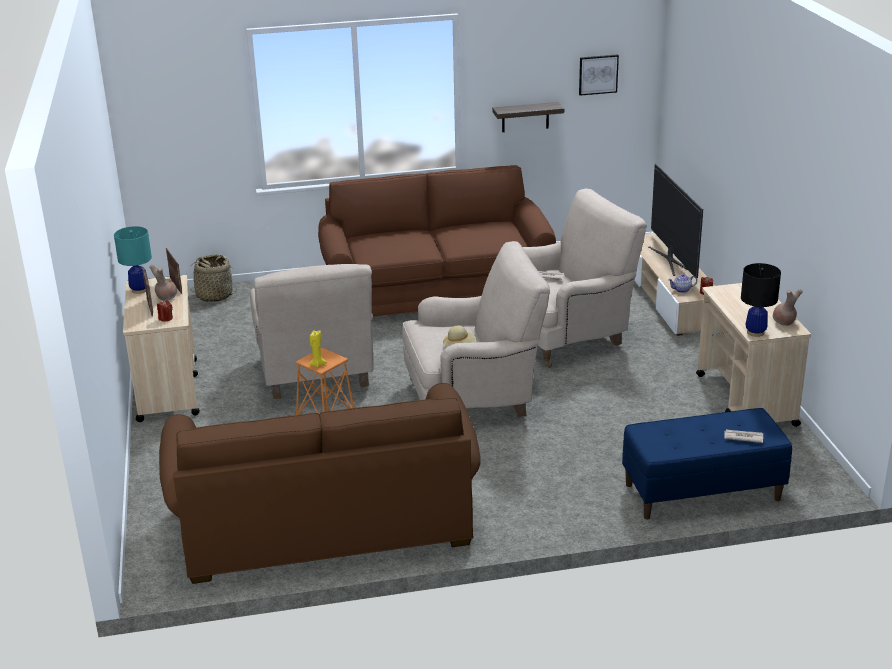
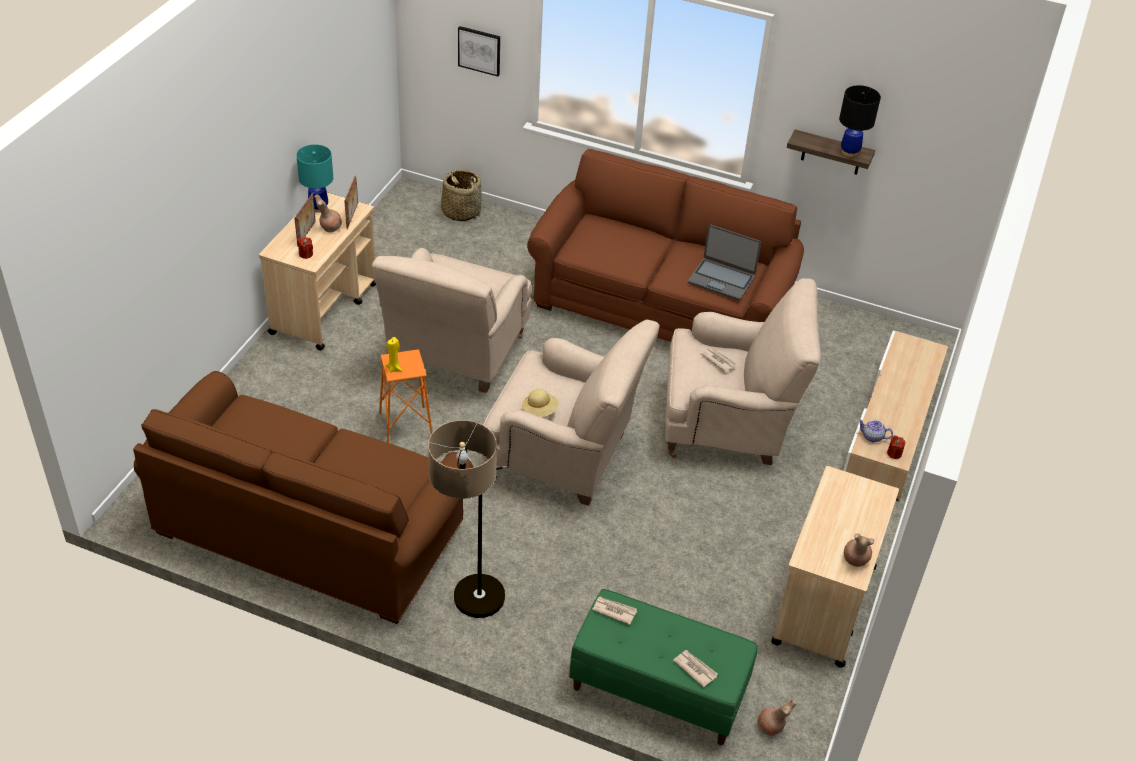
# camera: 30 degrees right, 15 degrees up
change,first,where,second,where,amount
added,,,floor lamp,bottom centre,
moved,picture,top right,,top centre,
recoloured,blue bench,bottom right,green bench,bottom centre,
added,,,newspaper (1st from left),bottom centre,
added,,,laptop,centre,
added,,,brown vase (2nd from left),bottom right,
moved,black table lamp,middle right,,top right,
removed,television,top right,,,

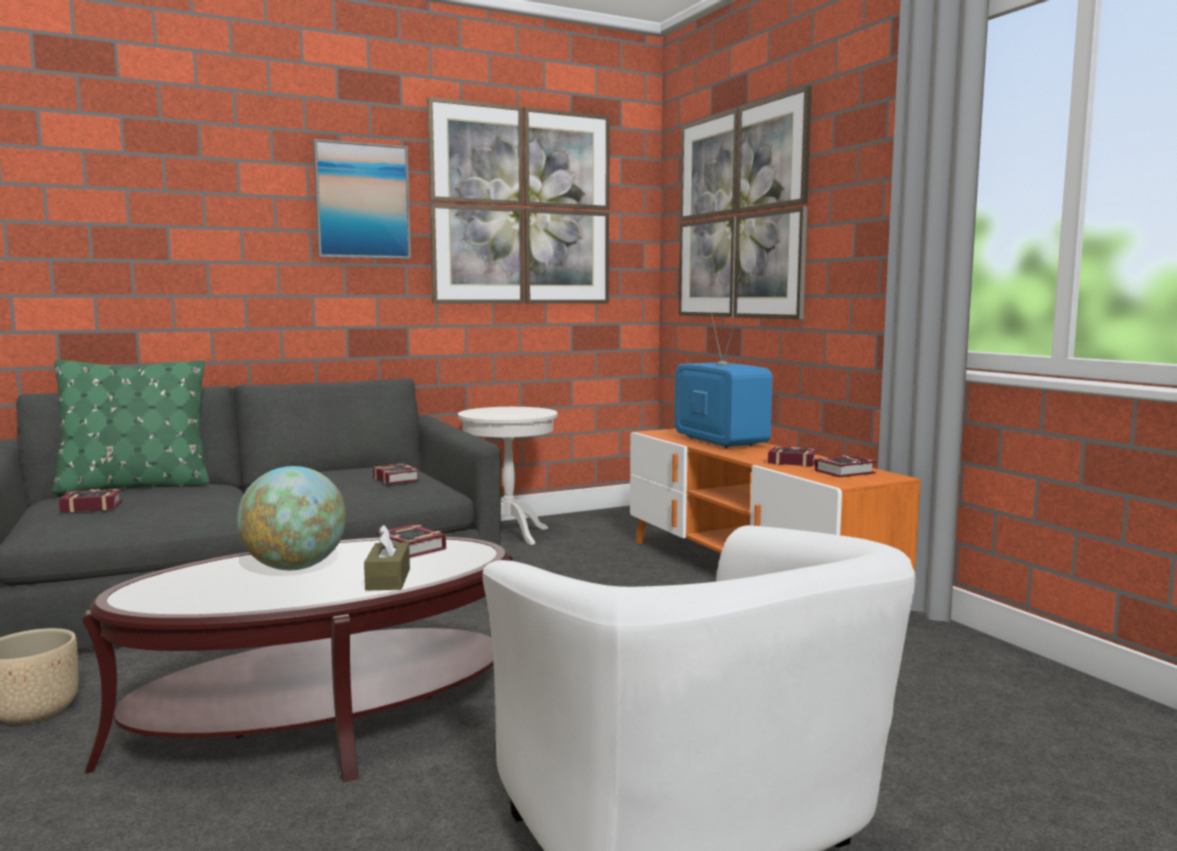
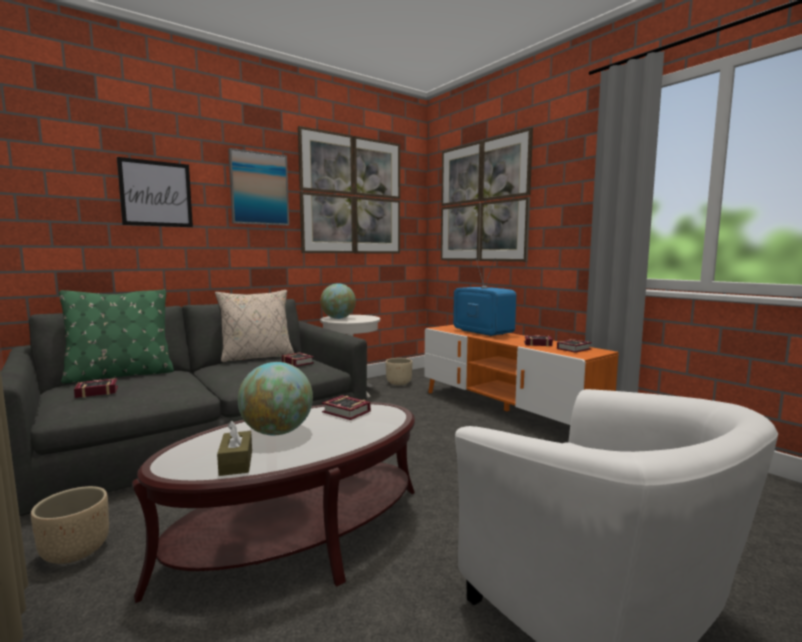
# camera: 10 degrees left, 0 degrees up
change,first,where,second,where,amount
added,,,picture (1st from left),top left,
added,,,beige pillow,middle left,
moved,brown tissue box,middle left,,bottom left,
added,,,globe (2nd from left),centre,
added,,,beige planter (2nd from left),centre,

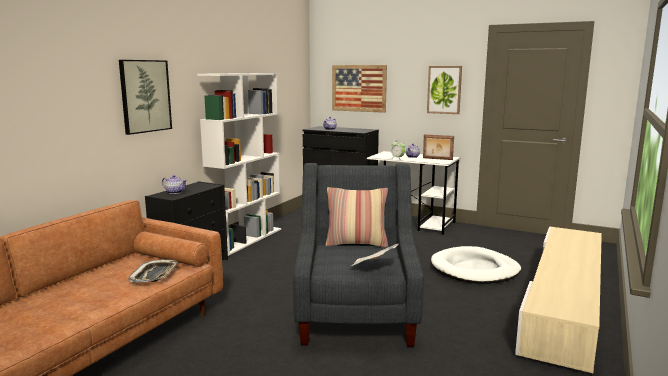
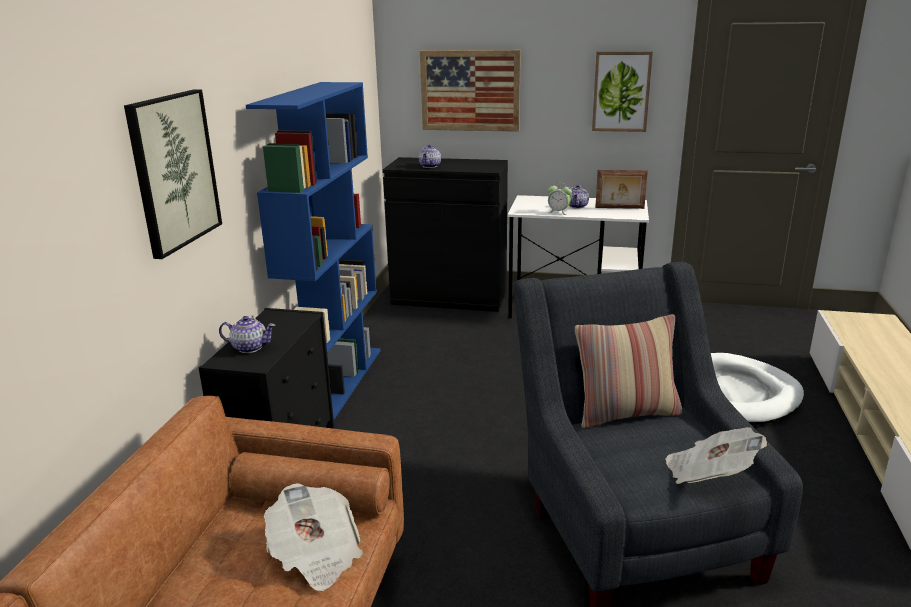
# camera: 15 degrees left, 10 degrees up
change,first,where,second,where,amount
recoloured,white bookcase,centre,blue bookcase,centre,
replaced,tray,bottom left,newspaper (1st from left),bottom centre,

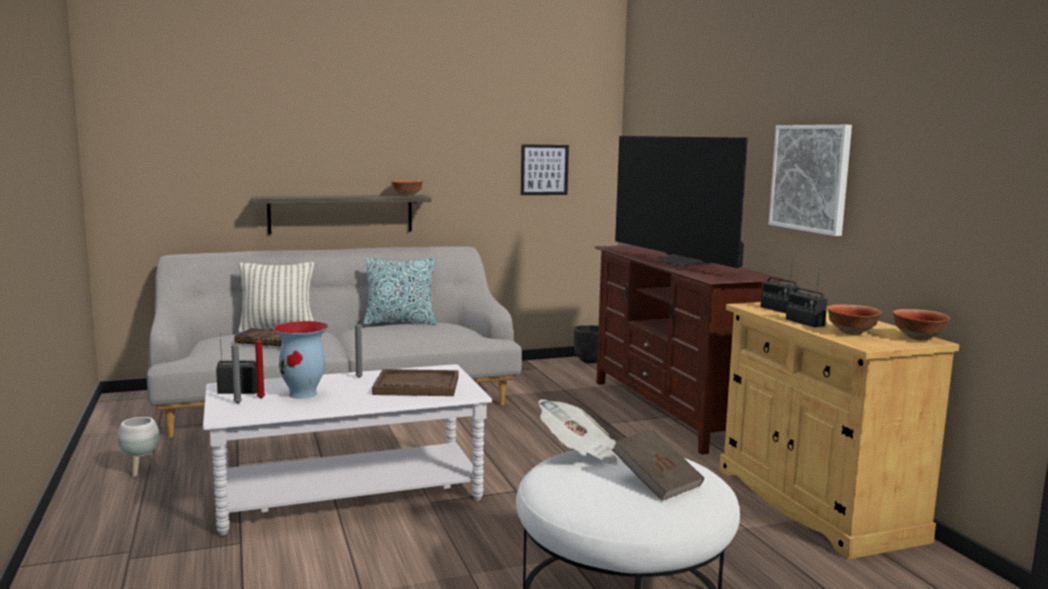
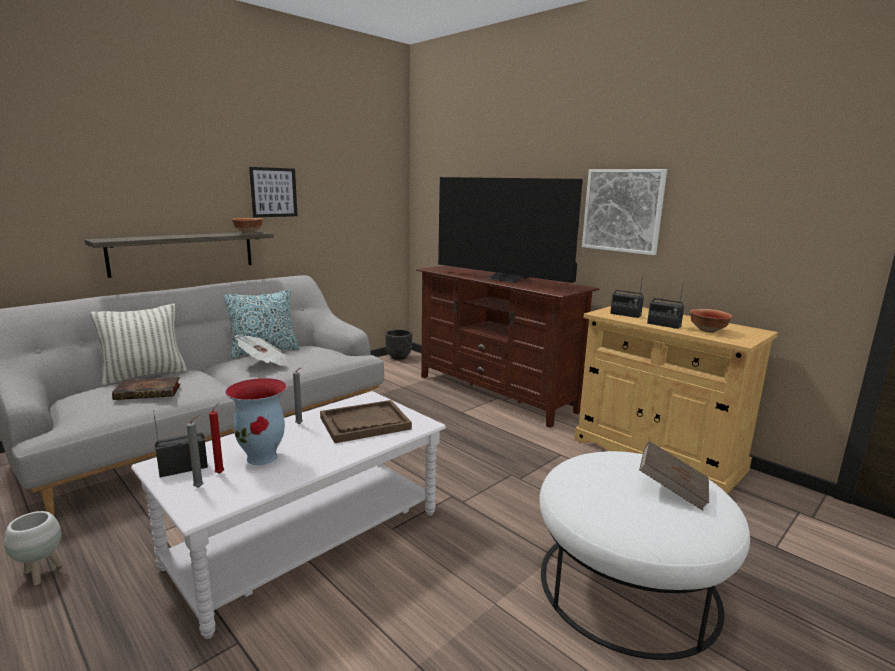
# camera: 25 degrees left, 5 degrees up
change,first,where,second,where,amount
moved,newspaper,bottom centre,,middle left,
moved,picture (1st from left),top centre,,top left,
removed,bowl (3rd from left),middle right,,,

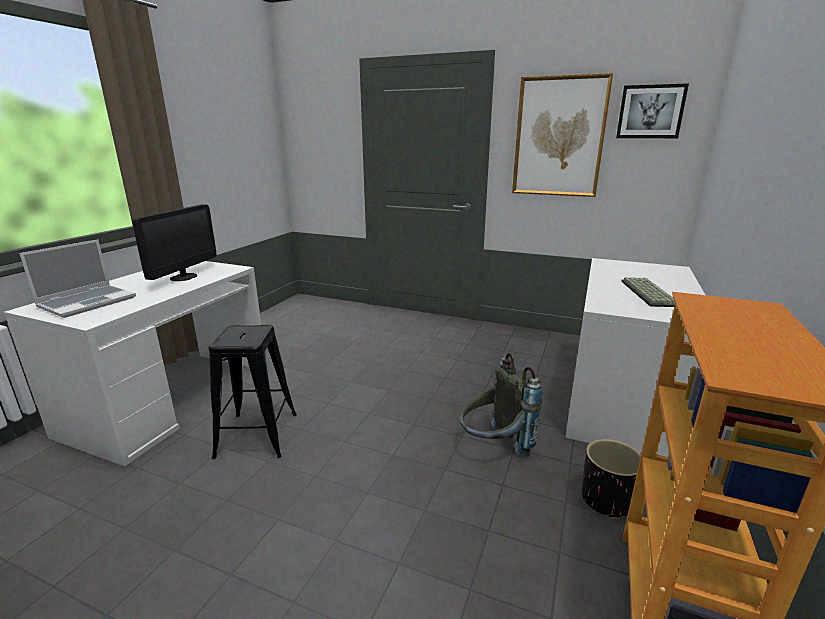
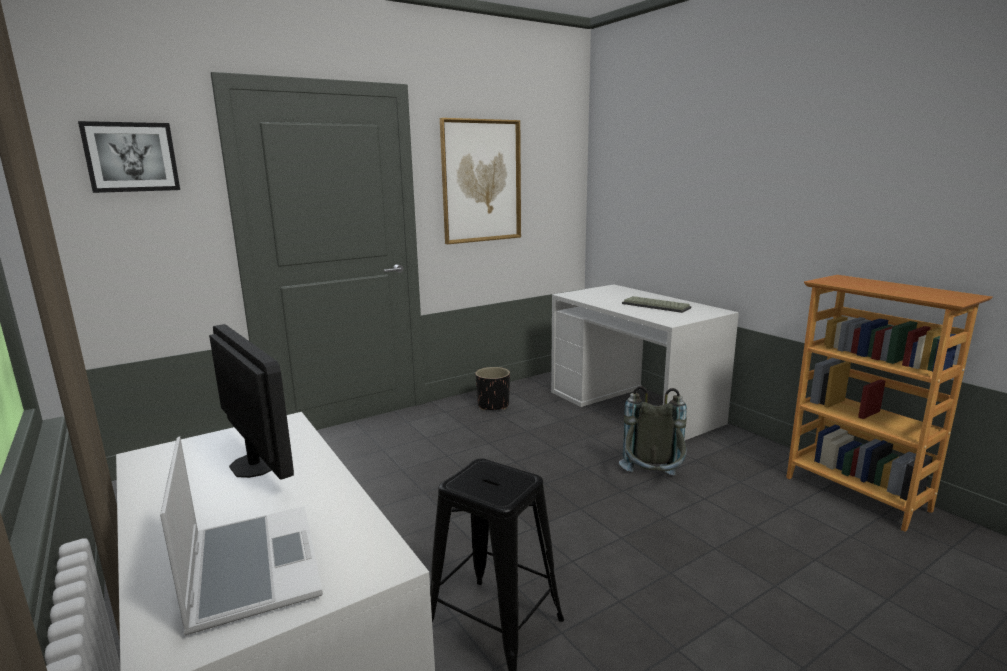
# camera: 55 degrees left, 5 degrees down
change,first,where,second,where,amount
moved,picture (2nd from left in the first image),top right,picture (1st from left),top left,
moved,black planter,bottom right,,centre,

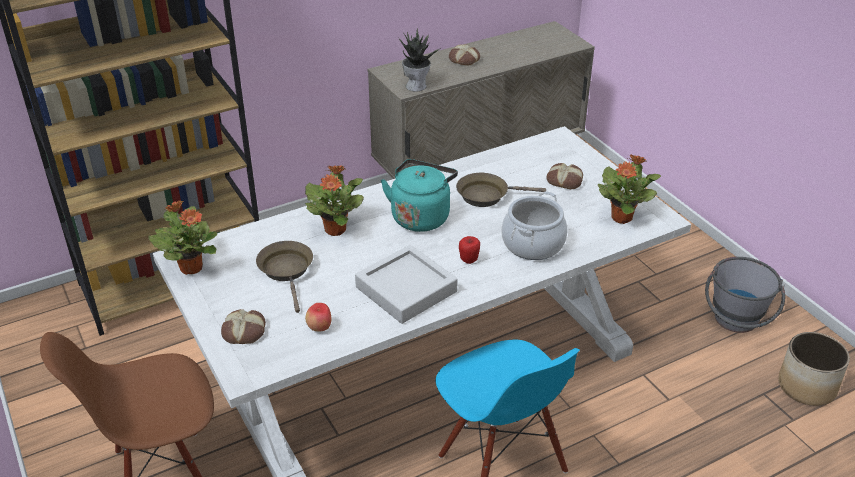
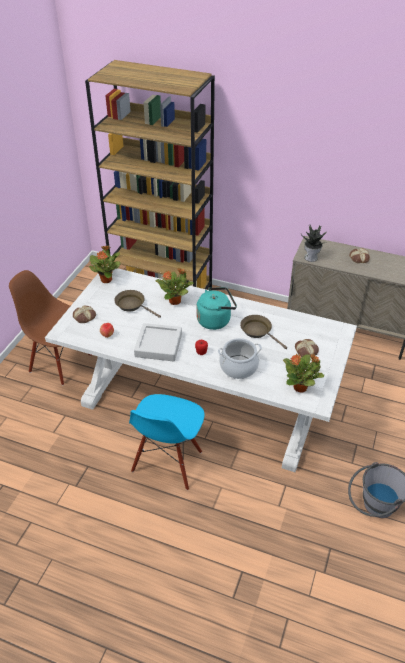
# camera: 50 degrees right, 5 degrees up
change,first,where,second,where,amount
turned,brown frying pan (1st from left),middle left,,centre,90 degrees counterclockwise
removed,planter,bottom right,,,

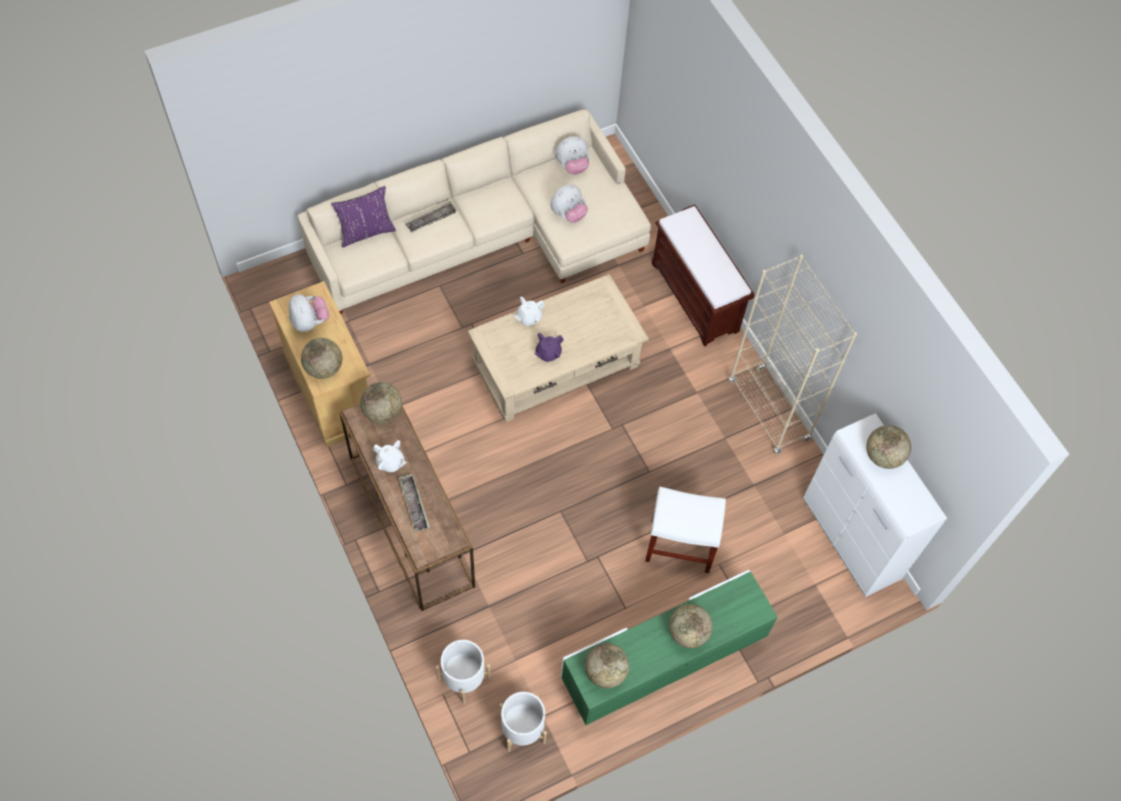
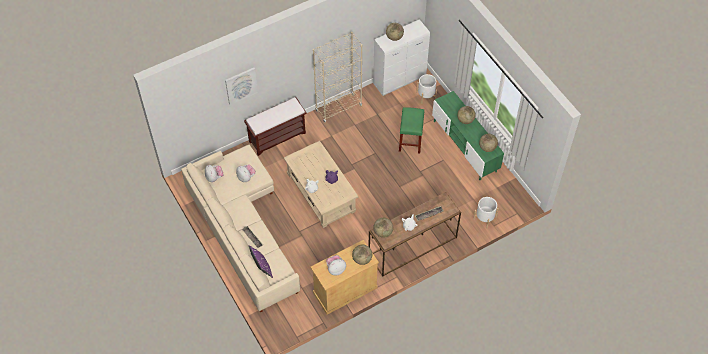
# camera: 90 degrees left, 5 degrees down
change,first,where,second,where,amount
added,,,picture,top centre,
recoloured,white stool,centre,green stool,centre,
moved,white planter (2nd from left in the first image),bottom centre,white planter (1st from left),top centre,

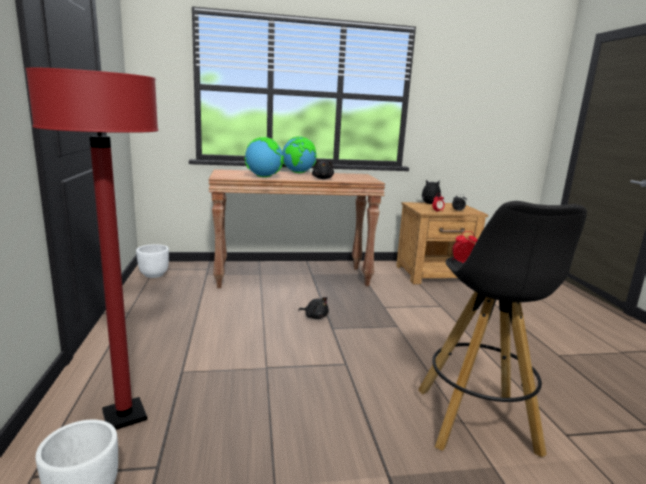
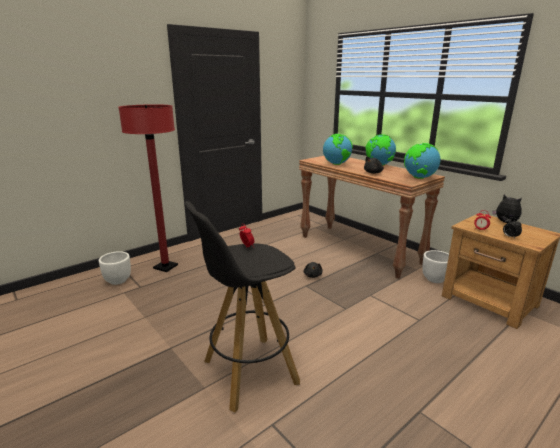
# camera: 60 degrees right, 5 degrees up
change,first,where,second,where,amount
added,,,globe (3rd from left),middle right,
moved,white planter (2nd from left),middle left,,middle right,

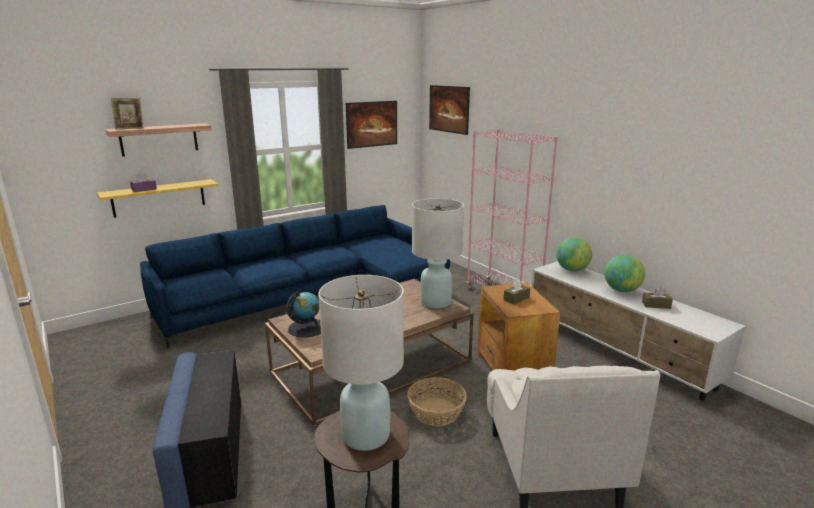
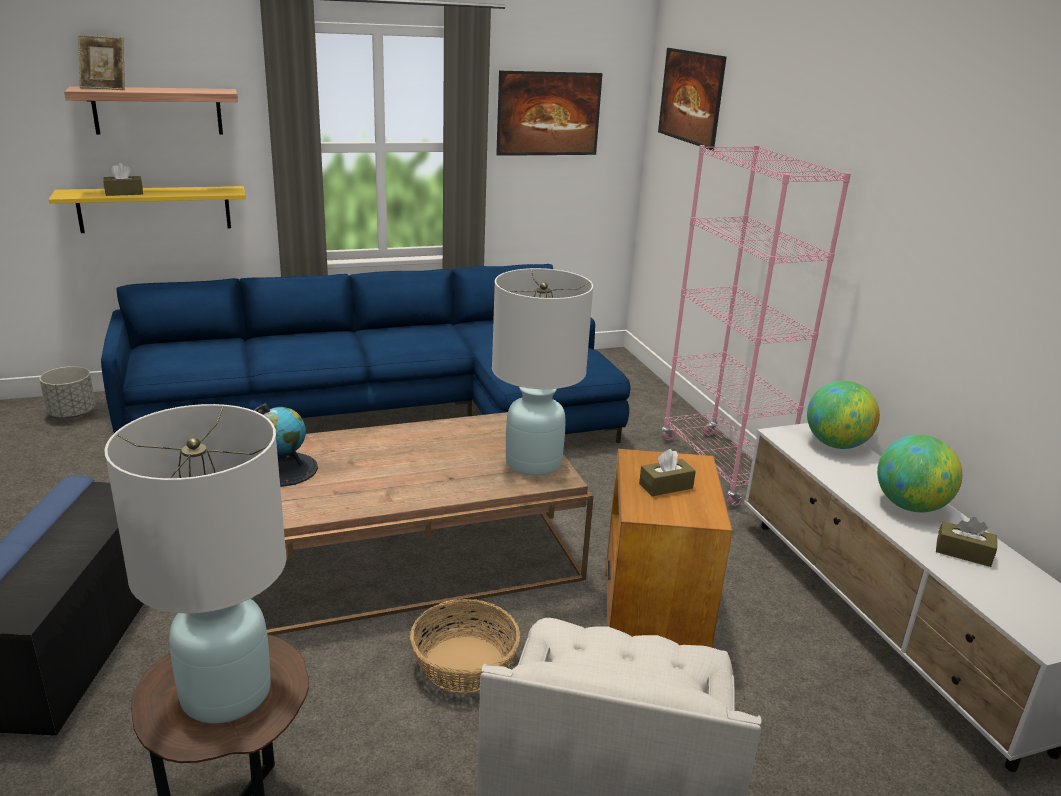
# camera: 15 degrees right, 5 degrees up
change,first,where,second,where,amount
added,,,grey planter,middle left,
recoloured,purple tissue box,middle left,brown tissue box (1st from left),top left,

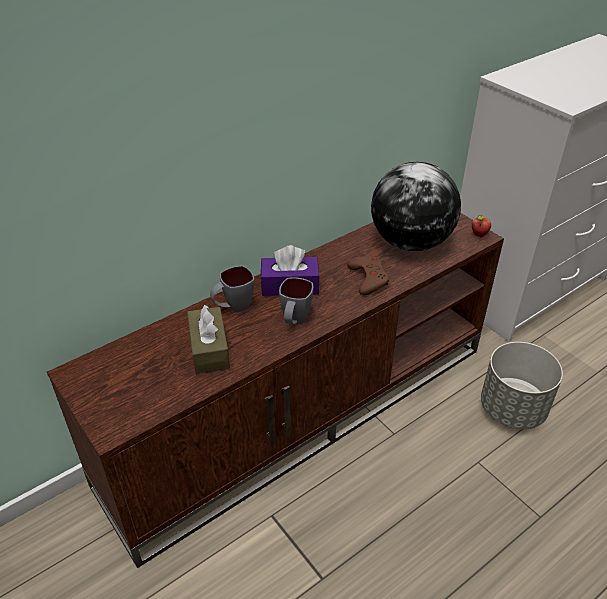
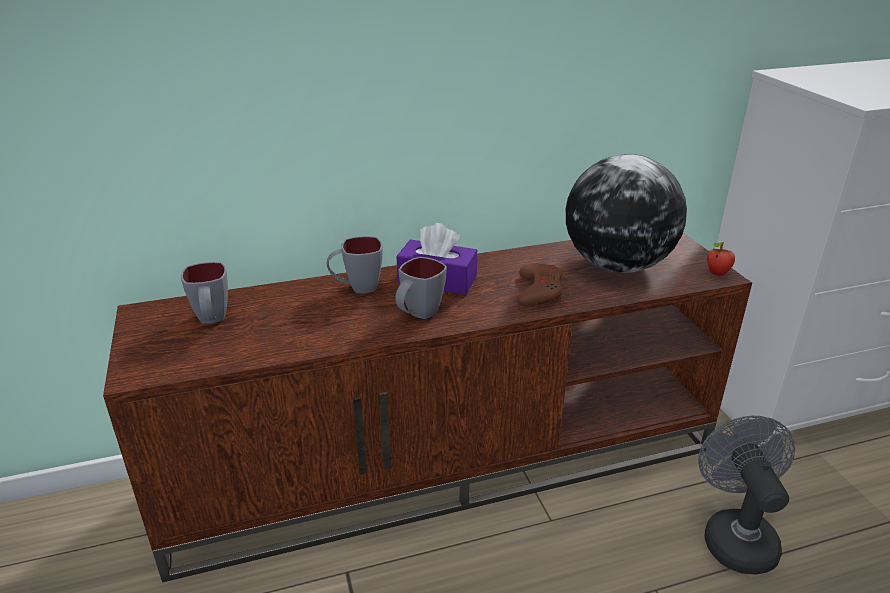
# camera: 20 degrees right, 10 degrees down
change,first,where,second,where,amount
added,,,grey mug (1st from left),middle left,
replaced,grey planter,middle right,grey fan,bottom right,
removed,brown tissue box,centre,,,

